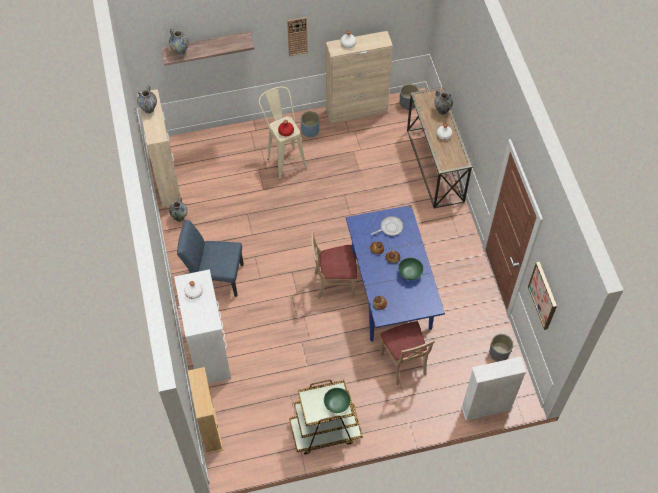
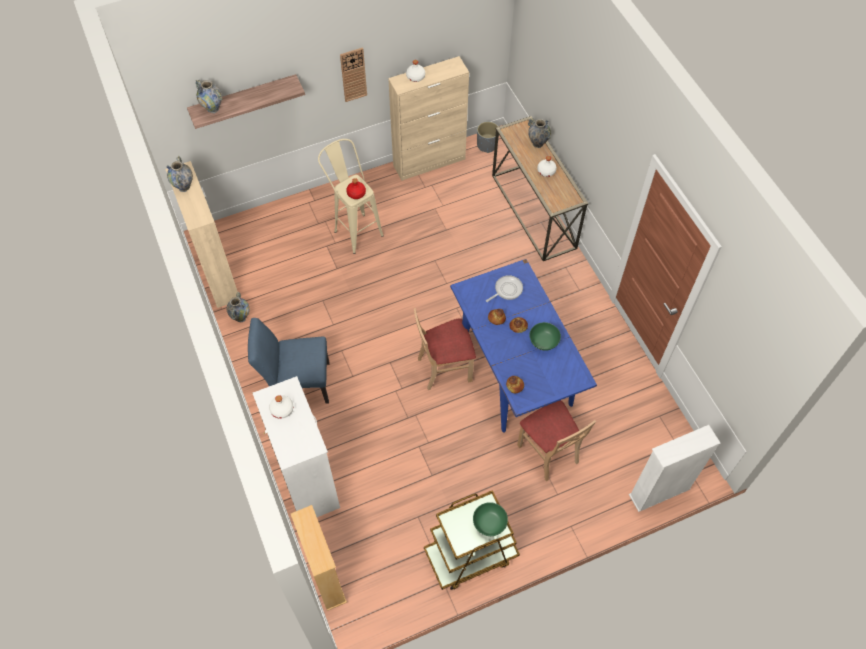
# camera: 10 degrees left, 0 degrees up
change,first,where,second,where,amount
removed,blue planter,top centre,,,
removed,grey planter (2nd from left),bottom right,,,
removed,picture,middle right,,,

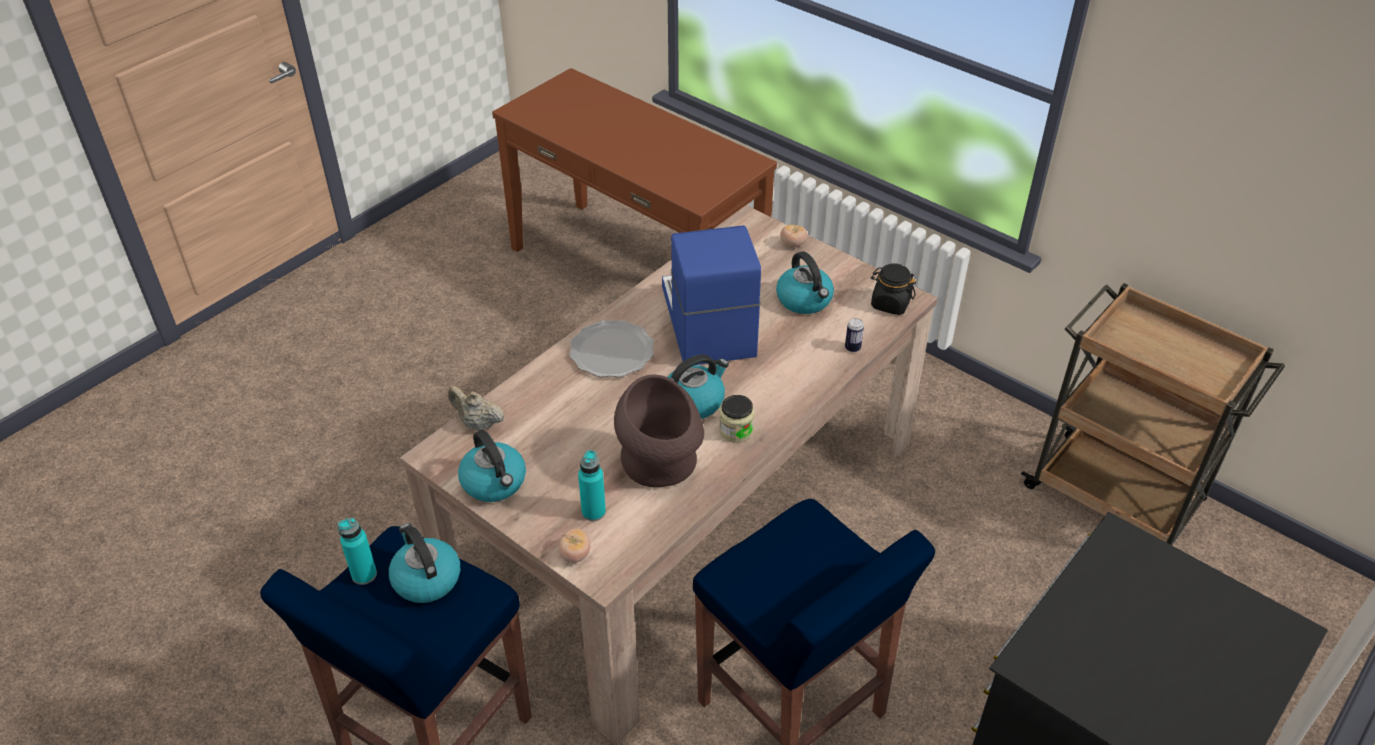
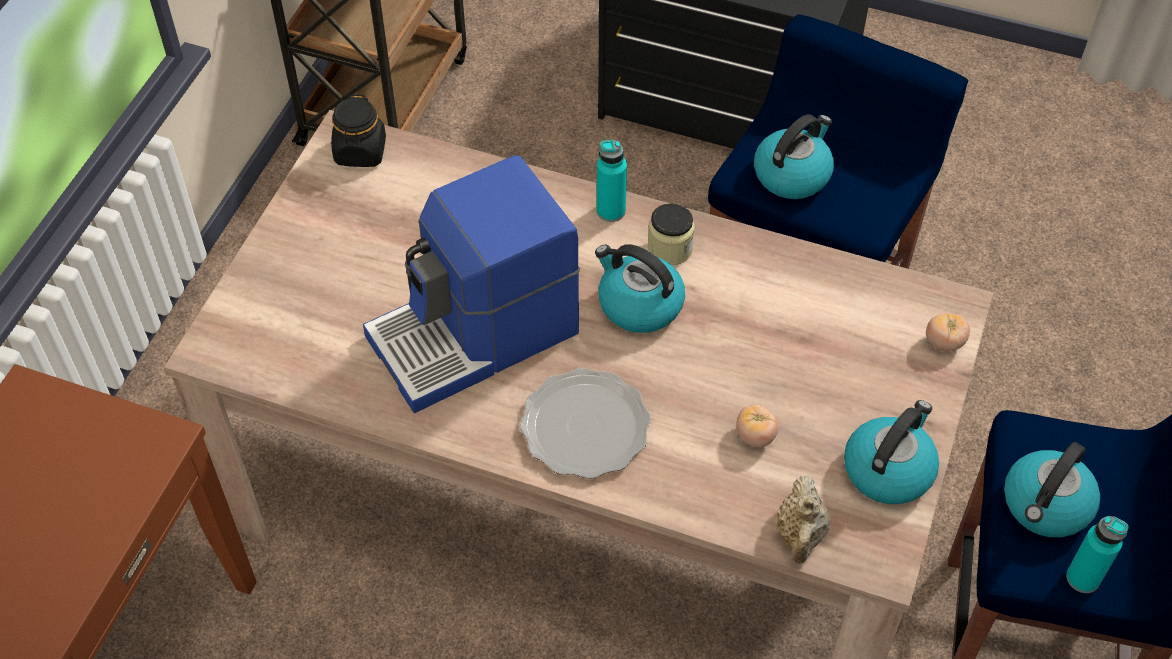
# camera: 110 degrees left, 10 degrees up
change,first,where,second,where,amount
moved,turquoise bottle (2nd from left in the first image),centre,turquoise bottle (1st from left),top centre,
moved,tomato (2nd from left in the first image),top centre,tomato (1st from left),centre,
moved,kettle (4th from left in the first image),centre,kettle (2nd from left),top right,
removed,brown vase,centre,,,
removed,can,centre,,,

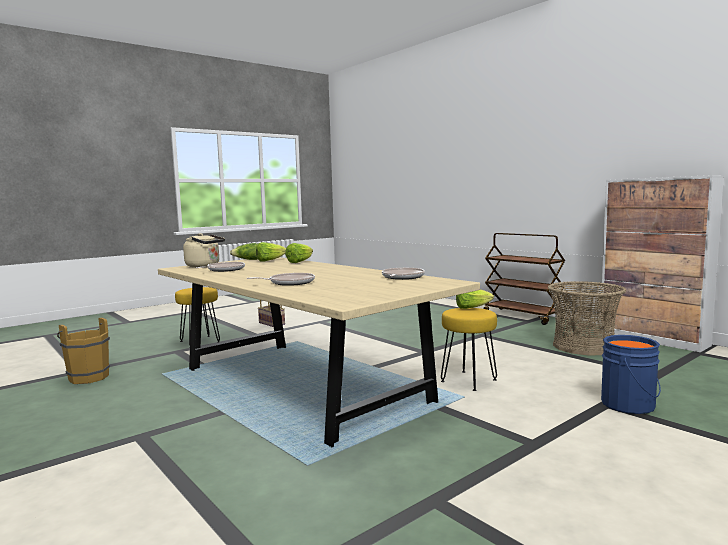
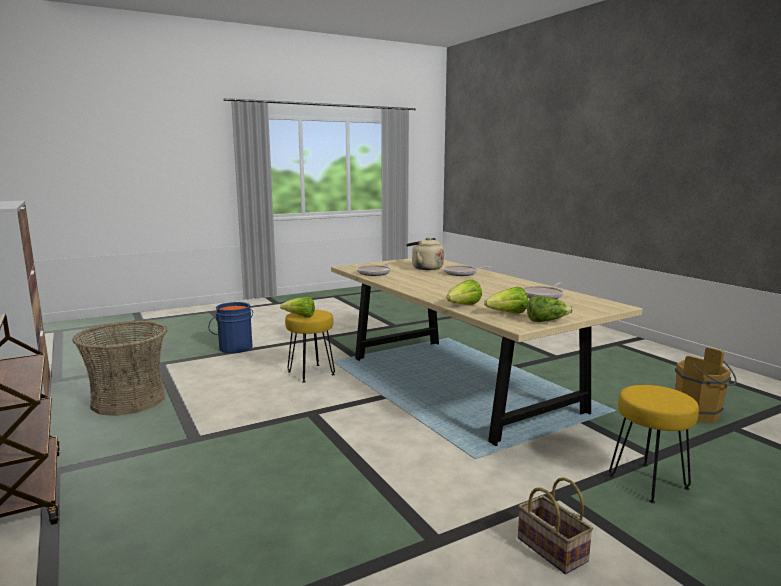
# camera: 170 degrees left, 5 degrees up
change,first,where,second,where,amount
moved,beige kettle,middle left,,centre,

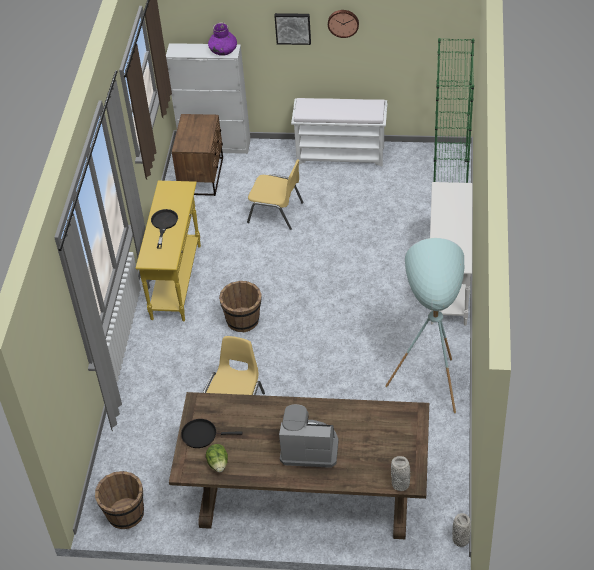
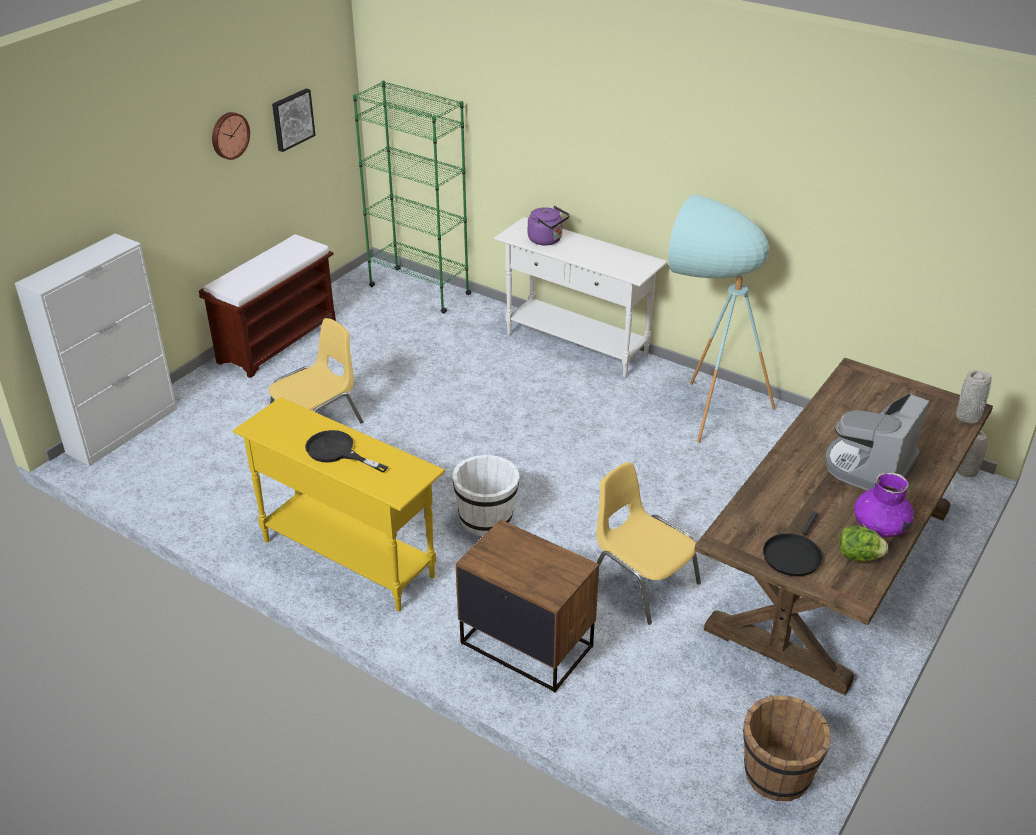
# camera: 65 degrees left, 10 degrees down
change,first,where,second,where,amount
recoloured,white bench,top centre,brown bench,middle left,
moved,picture,top centre,,top left,
recoloured,brown bucket (2nd from left),centre,white bucket,centre,
moved,brown nightstand,top left,,bottom centre,
added,,,purple kettle,top centre,
moved,purple vase,top centre,,middle right,

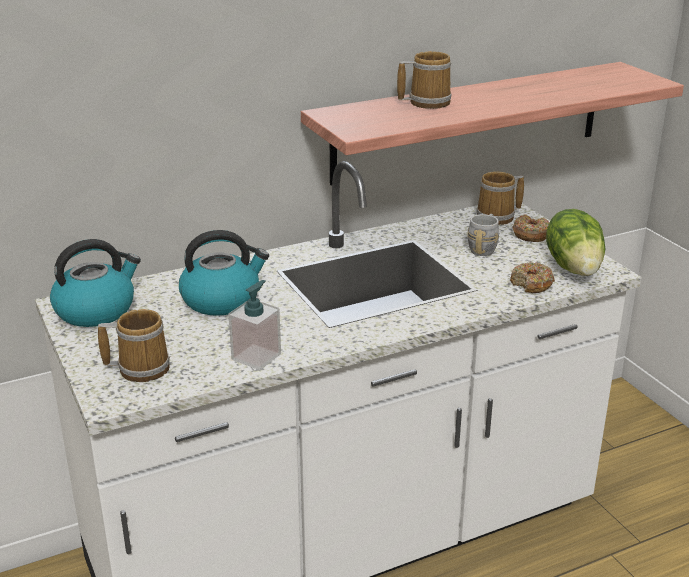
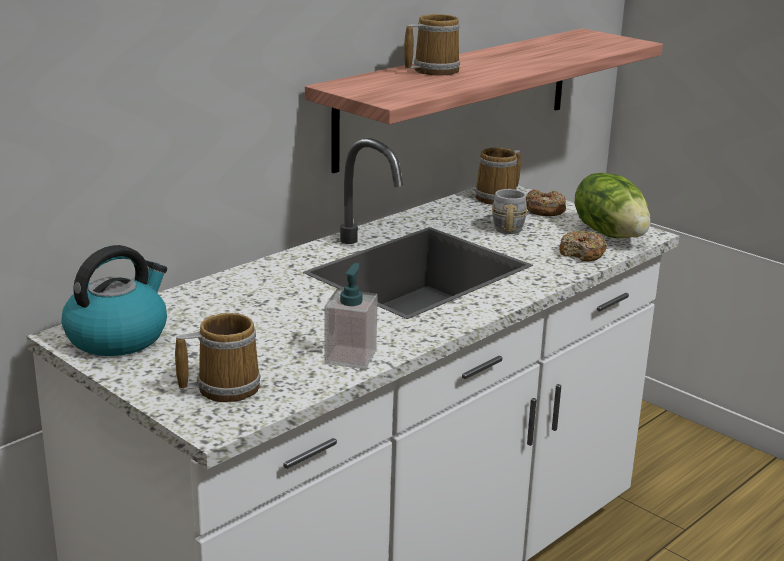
# camera: 20 degrees left, 5 degrees down
change,first,where,second,where,amount
removed,kettle (2nd from left),middle left,,,

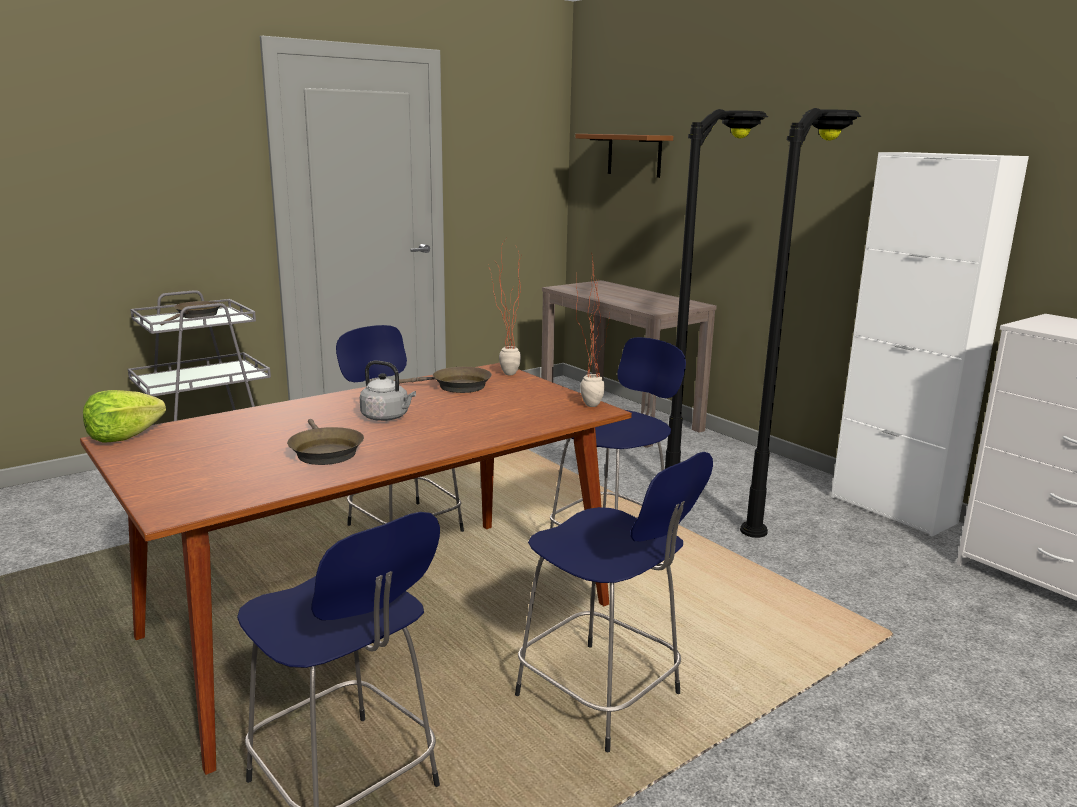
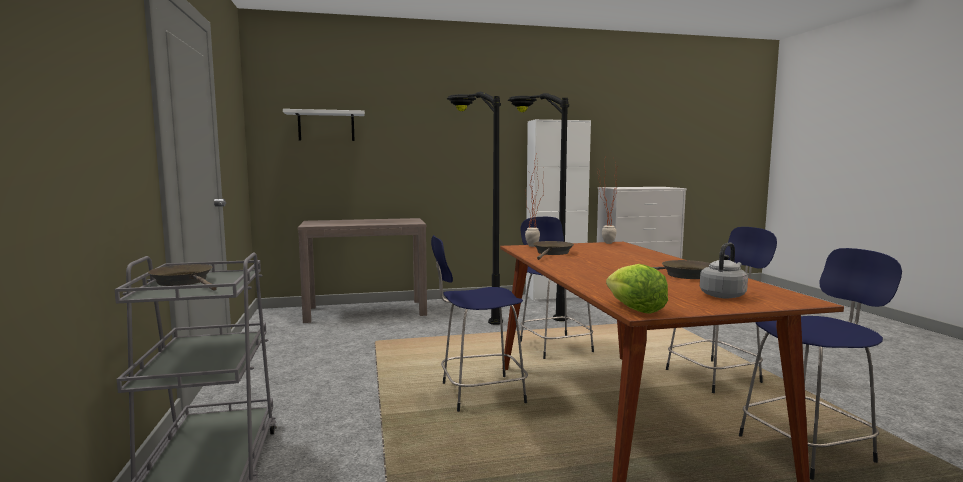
# camera: 65 degrees left, 10 degrees down
change,first,where,second,where,amount
recoloured,brown shelf,top centre,white shelf,top centre,
moved,grey kettle,centre,,middle right,

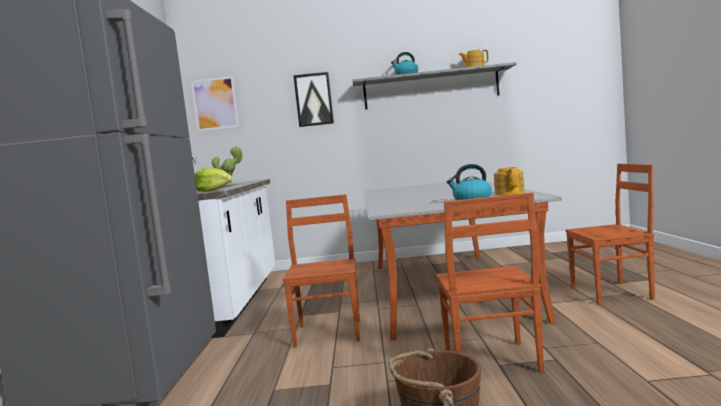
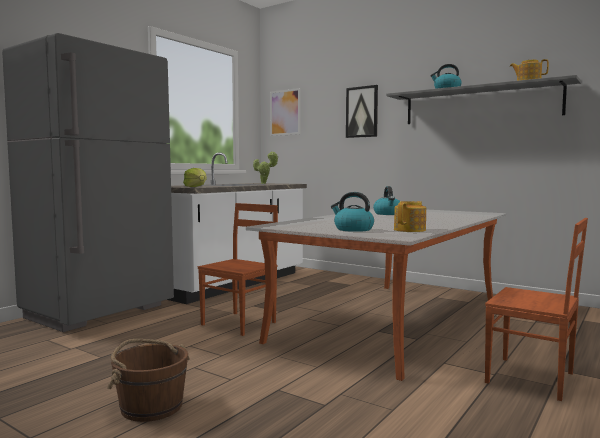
# camera: 35 degrees right, 0 degrees up
change,first,where,second,where,amount
added,,,kettle (2nd from left),centre,
removed,brown chair (2nd from left),bottom right,,,

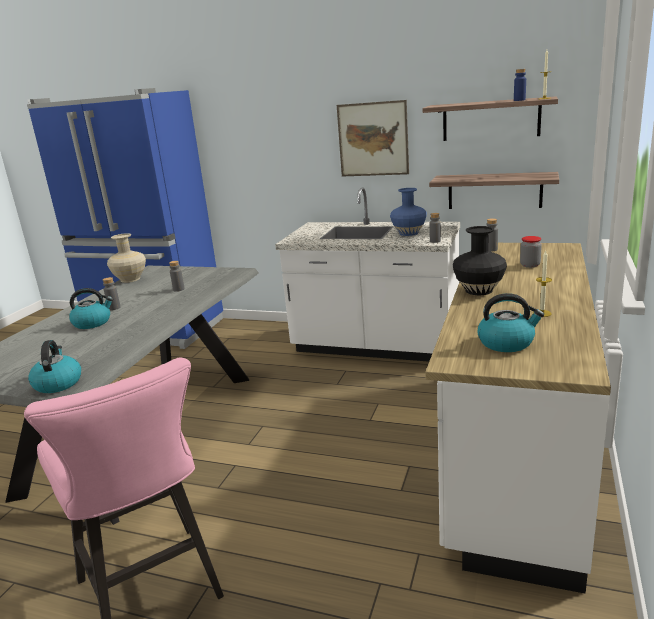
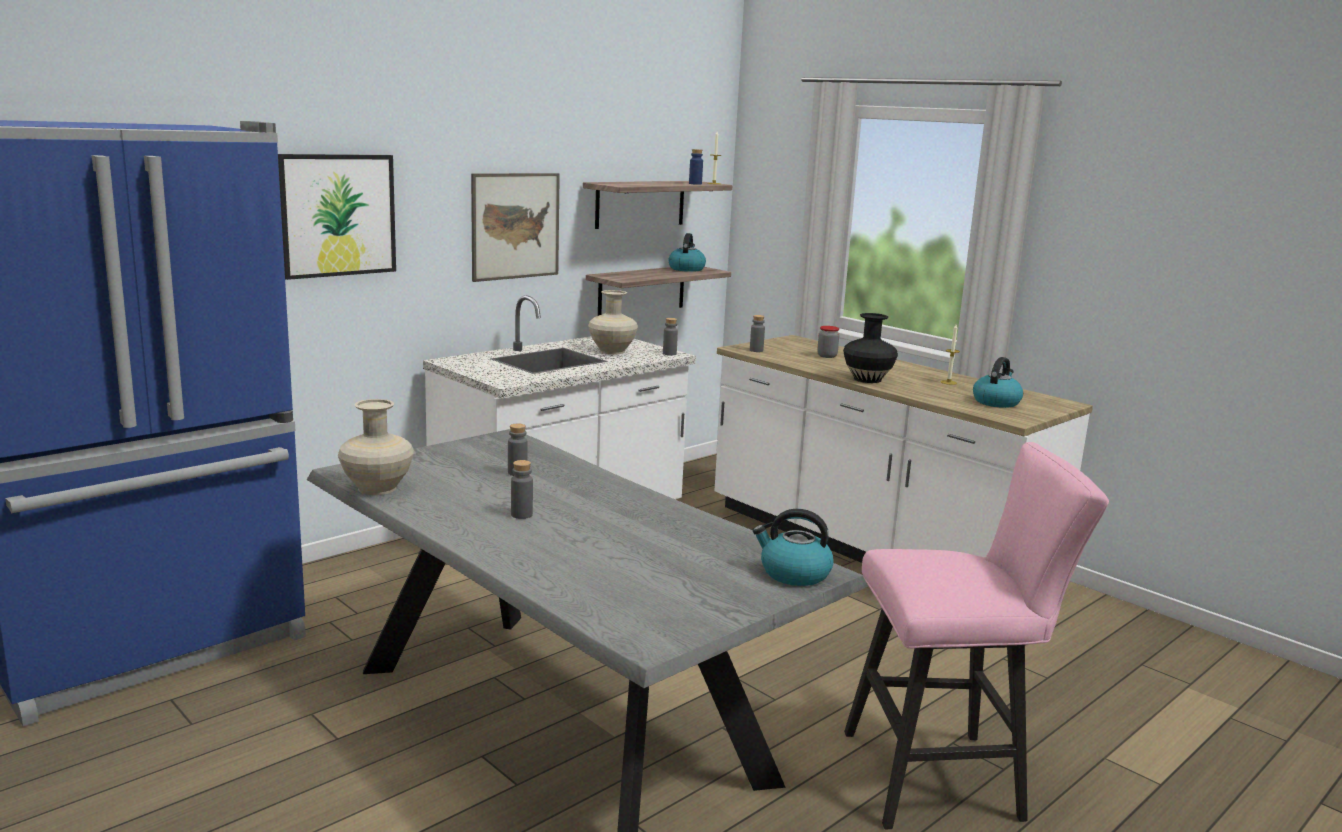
# camera: 65 degrees left, 5 degrees down
change,first,where,second,where,amount
added,,,picture (1st from left),top left,
recoloured,blue vase,centre,beige vase (2nd from left),centre,
moved,kettle (2nd from left in the first image),middle left,kettle (1st from left),top centre,

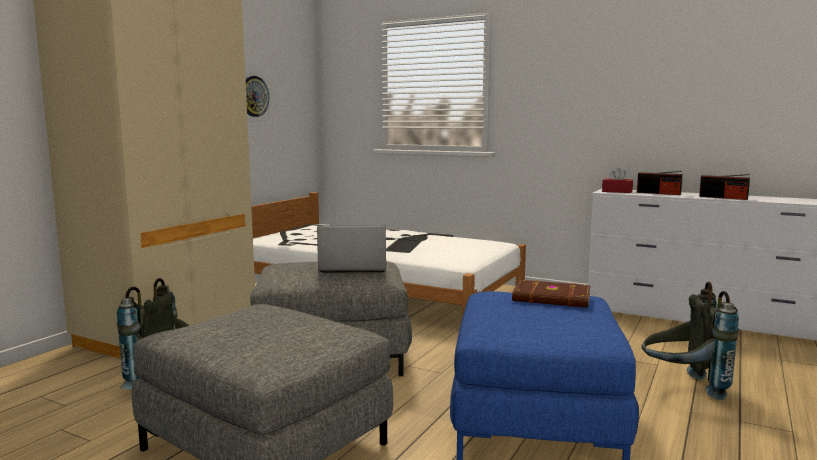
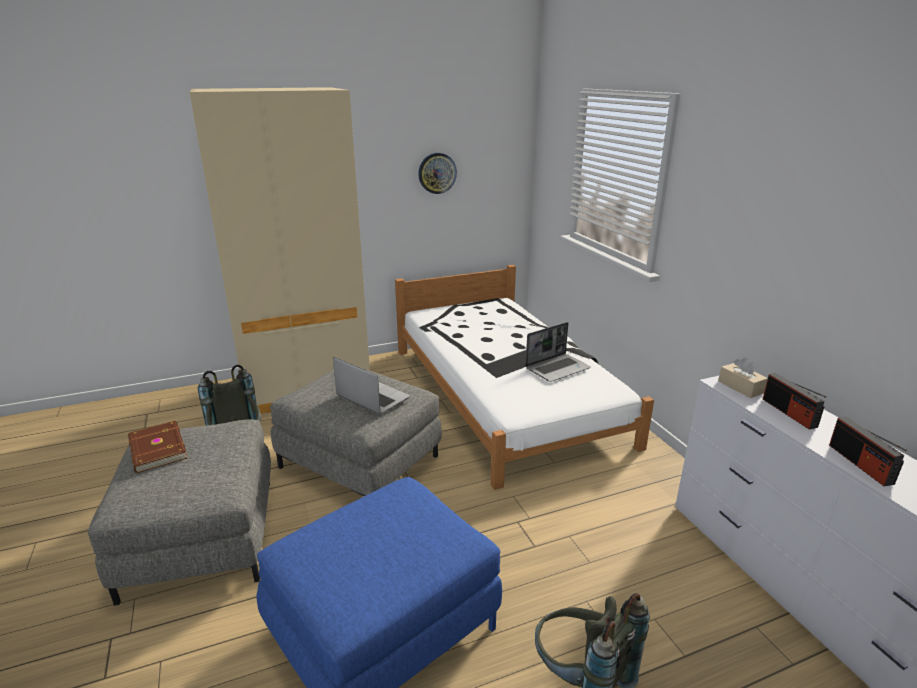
# camera: 40 degrees right, 15 degrees up
change,first,where,second,where,amount
moved,brown book,middle right,,middle left,
added,,,laptop (2nd from left),centre,
recoloured,red tissue box,middle right,beige tissue box,middle right,

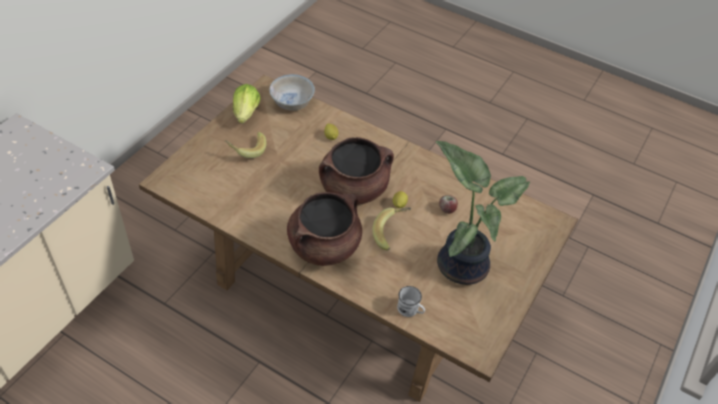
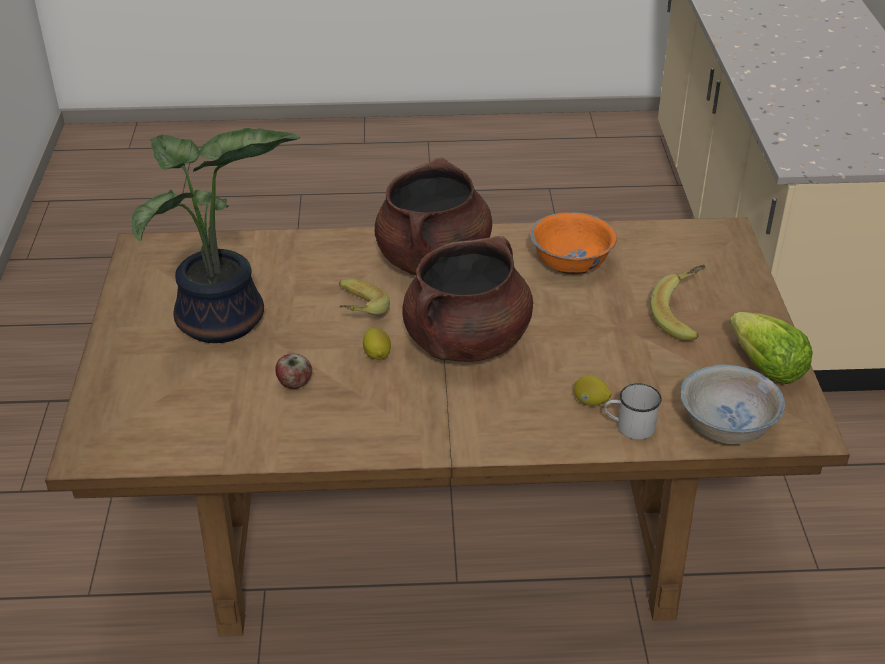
# camera: 150 degrees right, 10 degrees down
change,first,where,second,where,amount
added,,,orange bowl,centre,
moved,white mug,bottom centre,,middle right,

